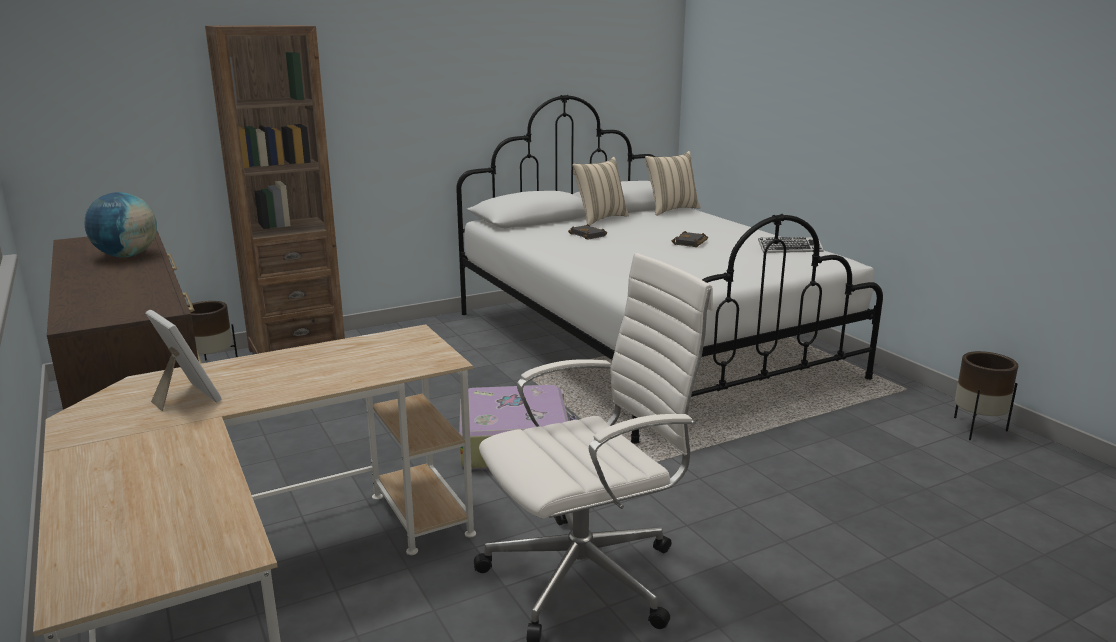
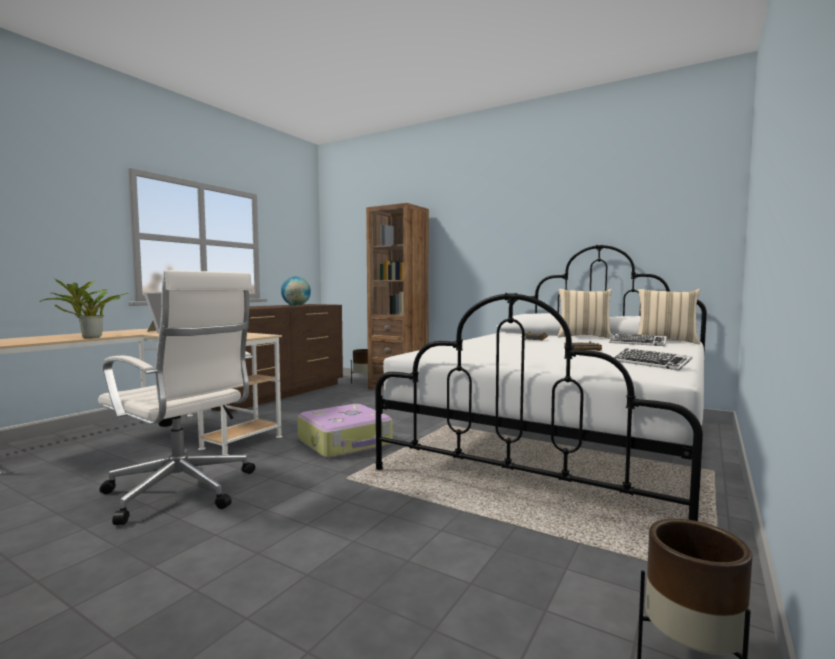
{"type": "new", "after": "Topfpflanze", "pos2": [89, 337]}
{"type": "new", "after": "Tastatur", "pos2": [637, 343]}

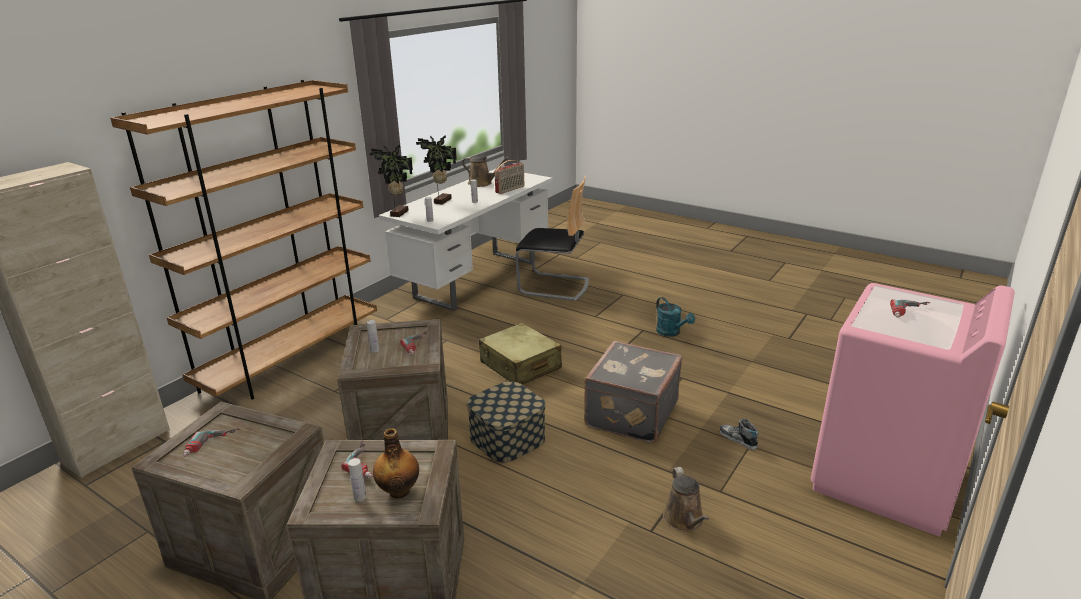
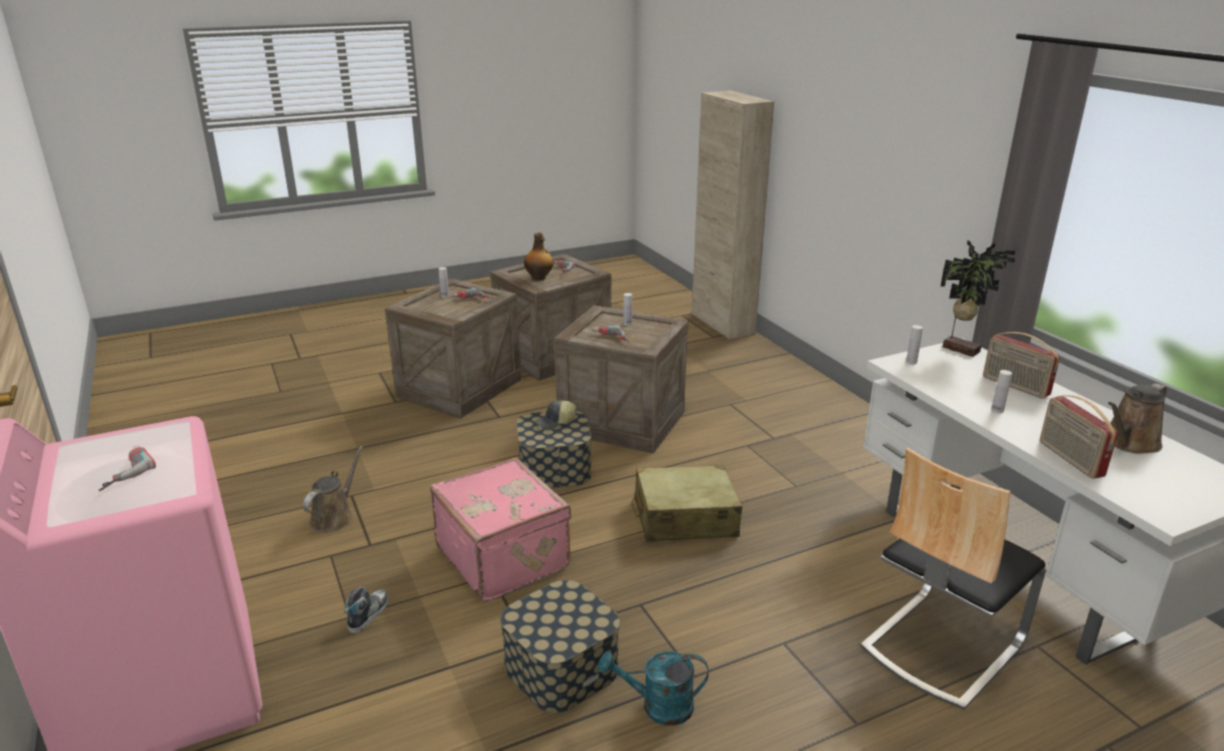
{"type": "gone", "before": "Bücherregal (braun)", "pos1": [292, 359]}
{"type": "new", "after": "Aufbewahrungsbox", "pos2": [561, 668]}
{"type": "new", "after": "Kappe", "pos2": [556, 422]}
{"type": "shifted", "before": "Flasche", "pos1": [399, 490], "pos2": [539, 278]}
{"type": "swapped", "before": "Topfpflanze", "after": "Radio", "pos1": [441, 201], "pos2": [1014, 386]}
{"type": "repainted", "before": "Koffer (grau)", "after": "Koffer (rosa)", "pos1": [629, 414], "pos2": [504, 556]}
{"type": "rotated", "before": "Gießkanne (braun)", "pos1": [684, 520], "pos2": [335, 517], "turn": 90}
{"type": "rotated", "before": "Schuh", "pos1": [738, 439], "pos2": [368, 614], "turn": -60}

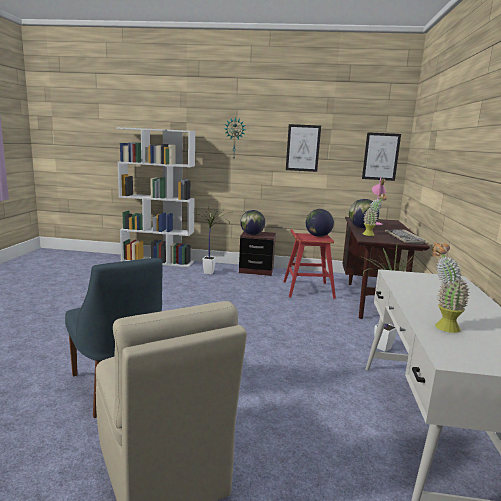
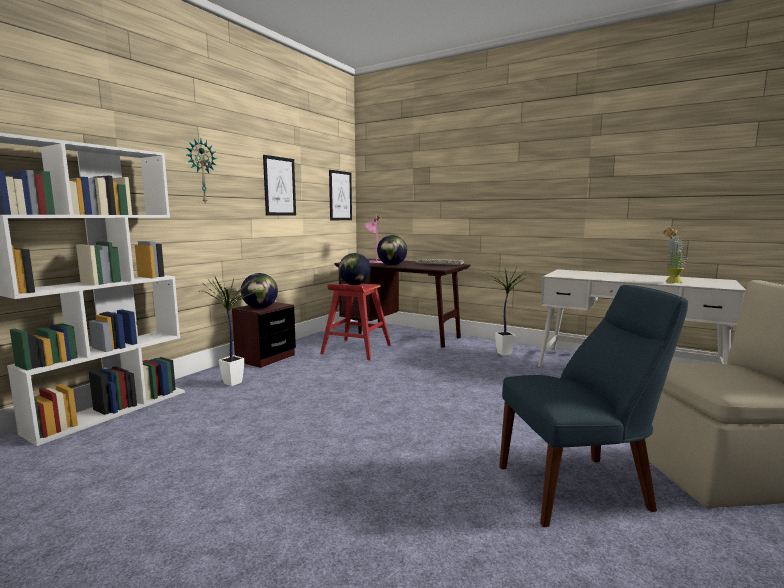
{"type": "gone", "before": "Topfpflanze", "pos1": [371, 234]}

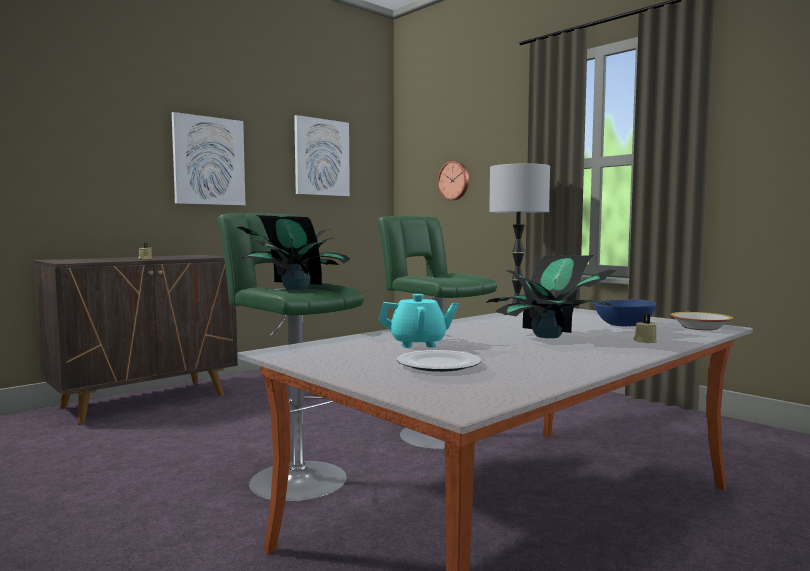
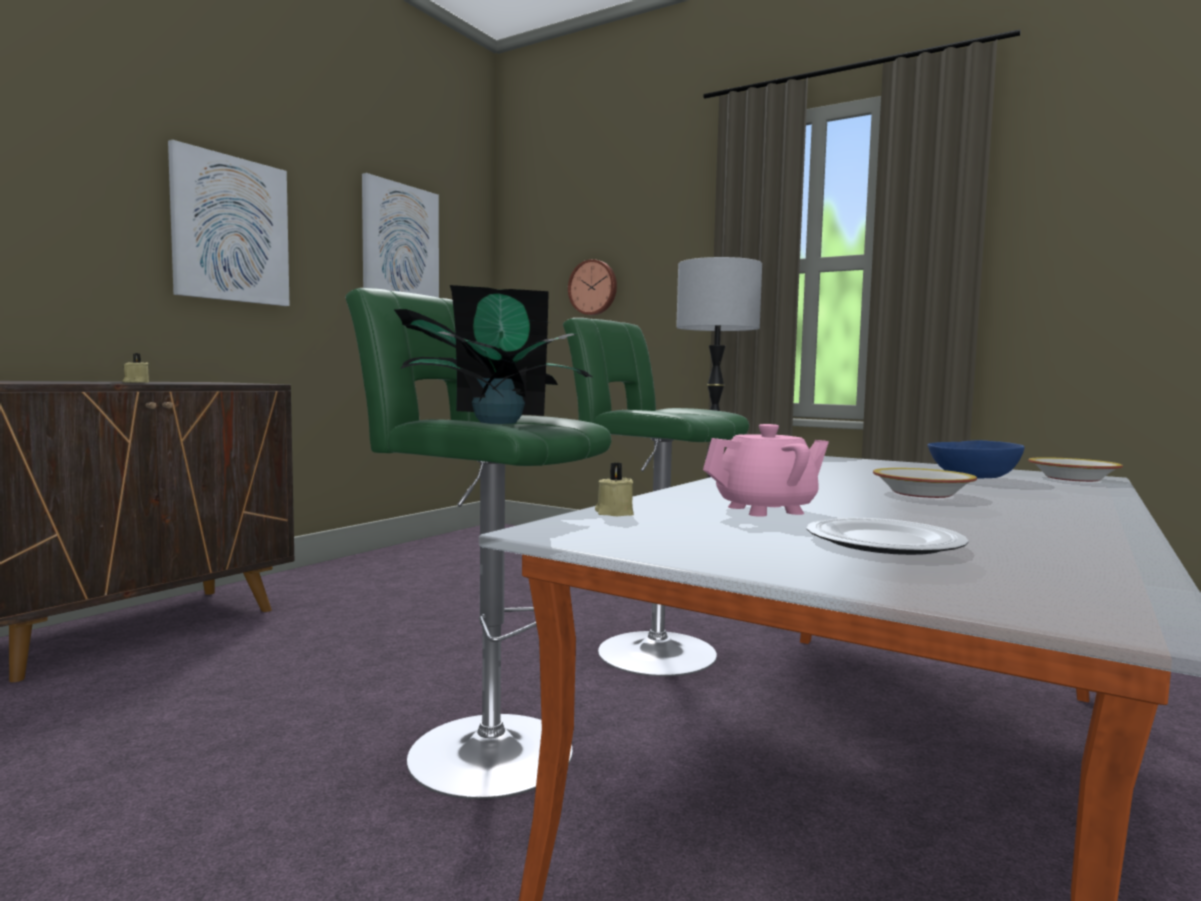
{"type": "shifted", "before": "Kerze (beige)", "pos1": [644, 341], "pos2": [613, 513]}
{"type": "swapped", "before": "Topfpflanze", "after": "Schüssel", "pos1": [549, 336], "pos2": [922, 493]}
{"type": "repainted", "before": "Teekanne (türkis)", "after": "Teekanne (rosa)", "pos1": [418, 344], "pos2": [766, 510]}

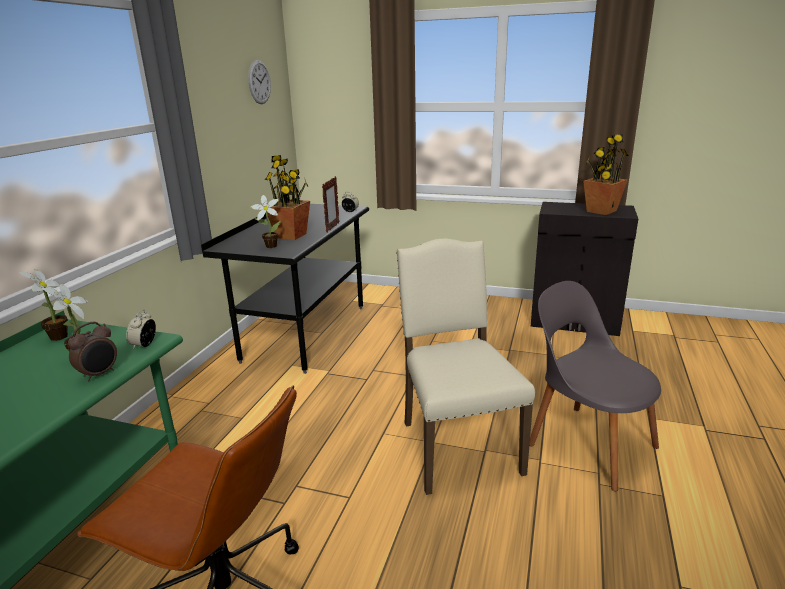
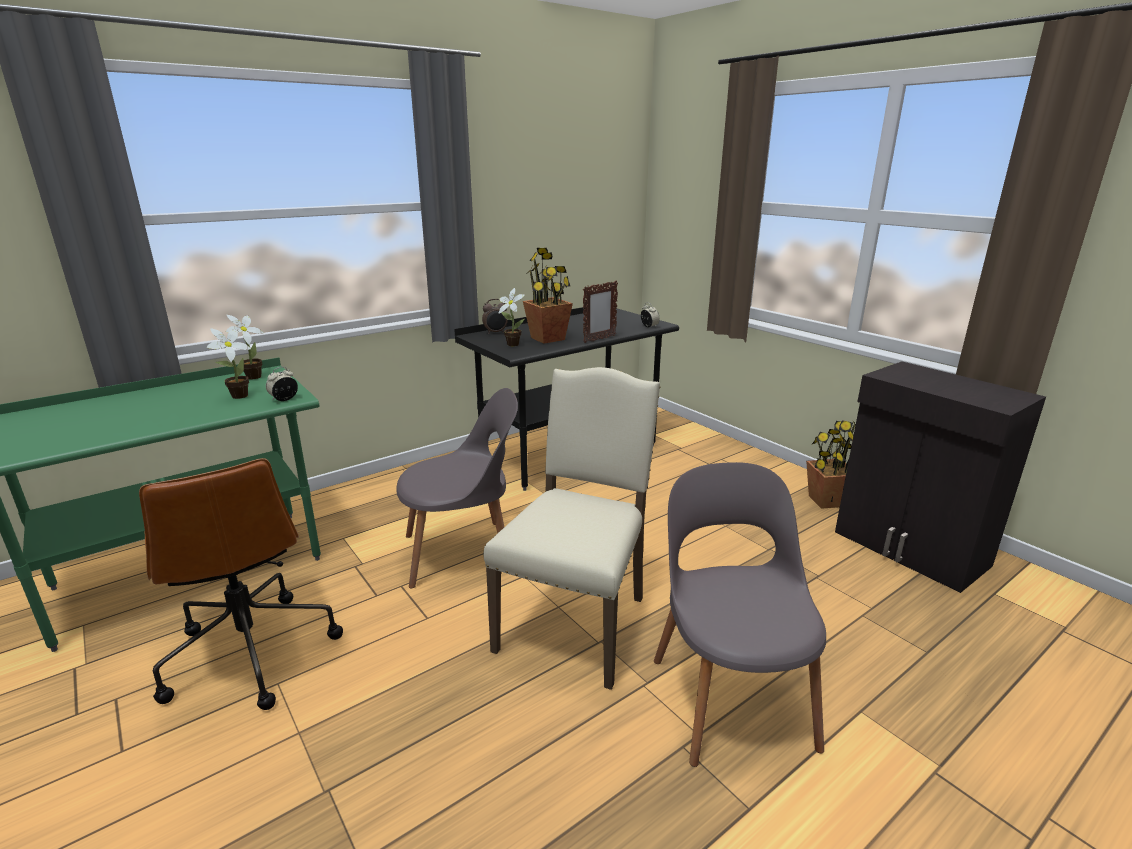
{"type": "gone", "before": "Wanduhr", "pos1": [259, 82]}
{"type": "new", "after": "Stuhl (grau)", "pos2": [463, 552]}
{"type": "shifted", "before": "Wecker", "pos1": [99, 374], "pos2": [495, 333]}
{"type": "shifted", "before": "Topfpflanze", "pos1": [601, 211], "pos2": [826, 501]}

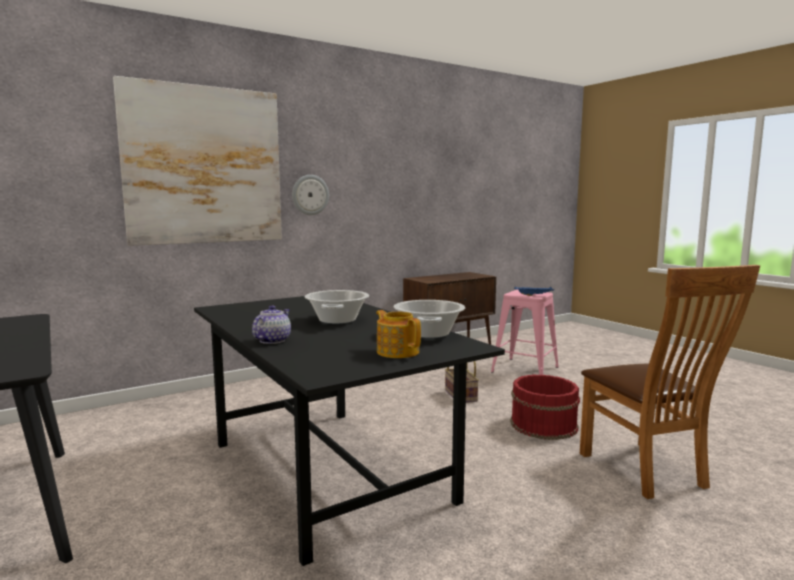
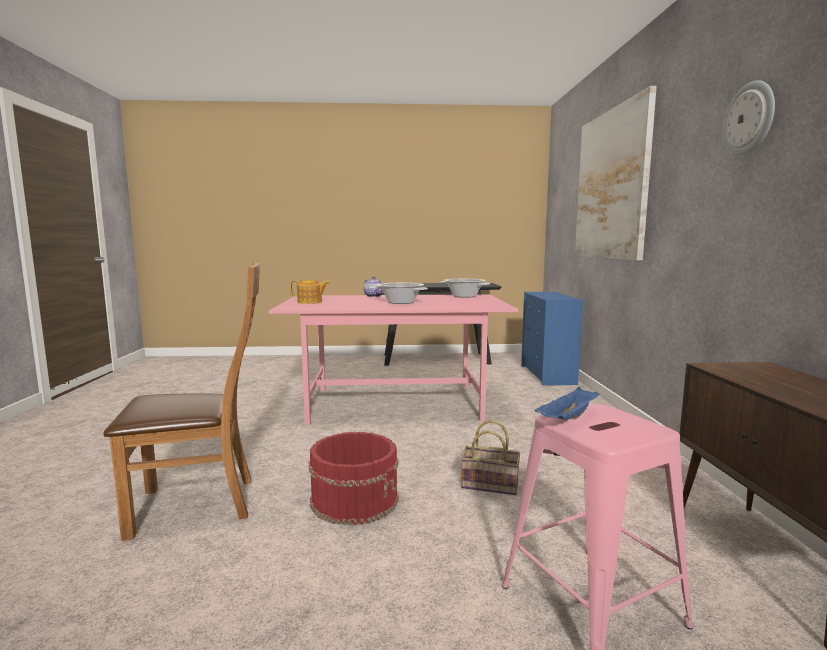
{"type": "new", "after": "Kommode (blau)", "pos2": [548, 375]}
{"type": "shifted", "before": "Wanduhr", "pos1": [310, 195], "pos2": [749, 118]}
{"type": "shifted", "before": "Kochtopf", "pos1": [428, 333], "pos2": [464, 296]}
{"type": "repainted", "before": "Esstisch (schwarz)", "after": "Esstisch (rosa)", "pos1": [330, 471], "pos2": [393, 403]}
{"type": "rotated", "before": "Stuhl (braun)", "pos1": [647, 472], "pos2": [203, 504], "turn": 150}

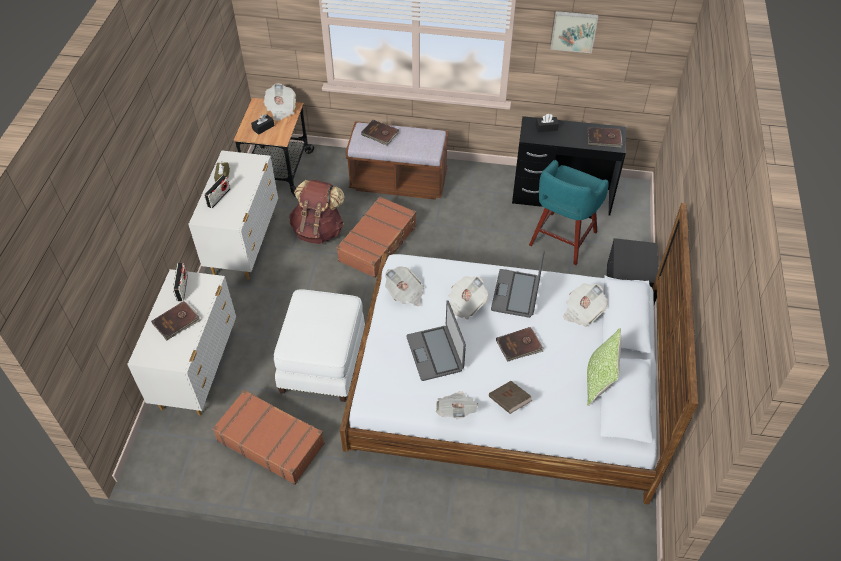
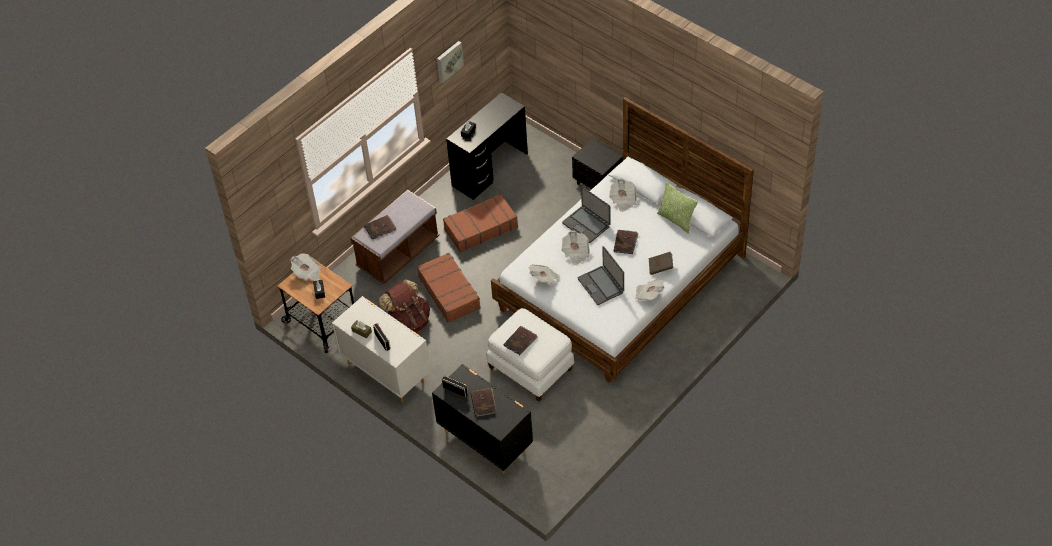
{"type": "gone", "before": "Hocker (türkis)", "pos1": [562, 240]}
{"type": "shifted", "before": "Koffer (braun)", "pos1": [271, 441], "pos2": [480, 228]}
{"type": "shifted", "before": "Buch (braun)", "pos1": [604, 139], "pos2": [520, 341]}
{"type": "repainted", "before": "Kommode (weiß)", "after": "Kommode (schwarz)", "pos1": [198, 370], "pos2": [485, 441]}
{"type": "rotated", "before": "Laptop", "pos1": [435, 353], "pos2": [601, 285], "turn": 45}

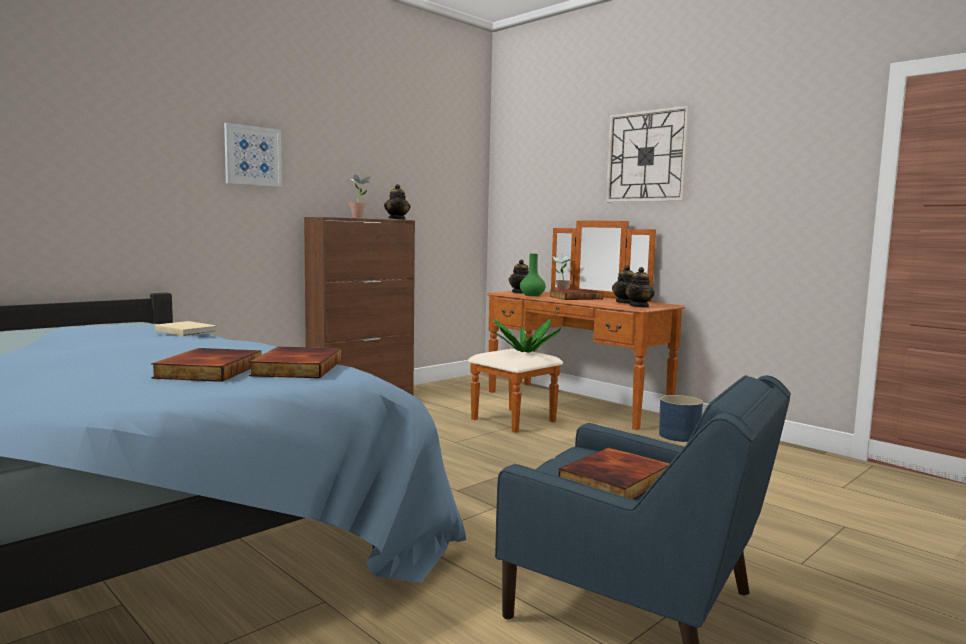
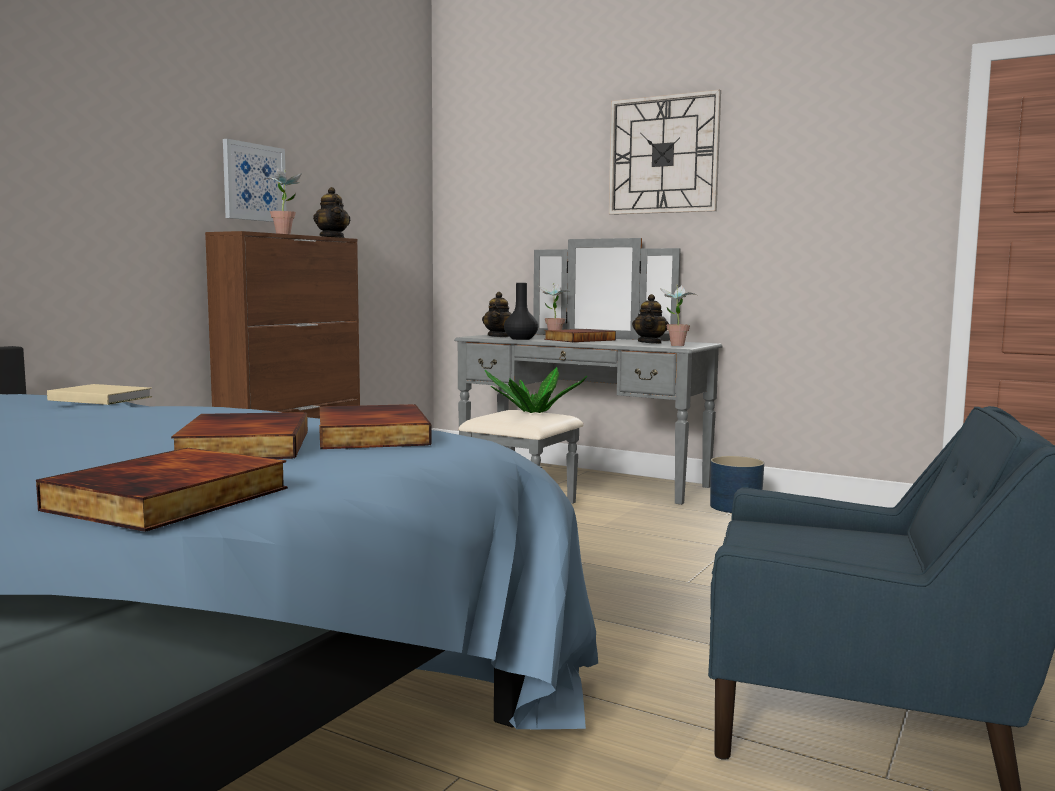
{"type": "shifted", "before": "Bild", "pos1": [252, 156], "pos2": [254, 182]}
{"type": "shifted", "before": "Buch", "pos1": [616, 481], "pos2": [171, 500]}
{"type": "swapped", "before": "Teekanne", "after": "Topfpflanze", "pos1": [639, 306], "pos2": [675, 346]}
{"type": "repainted", "before": "Kommode (braun)", "after": "Kommode (grau)", "pos1": [562, 407], "pos2": [570, 485]}
{"type": "repainted", "before": "Vase (grün)", "after": "Vase (schwarz)", "pos1": [532, 295], "pos2": [520, 339]}

